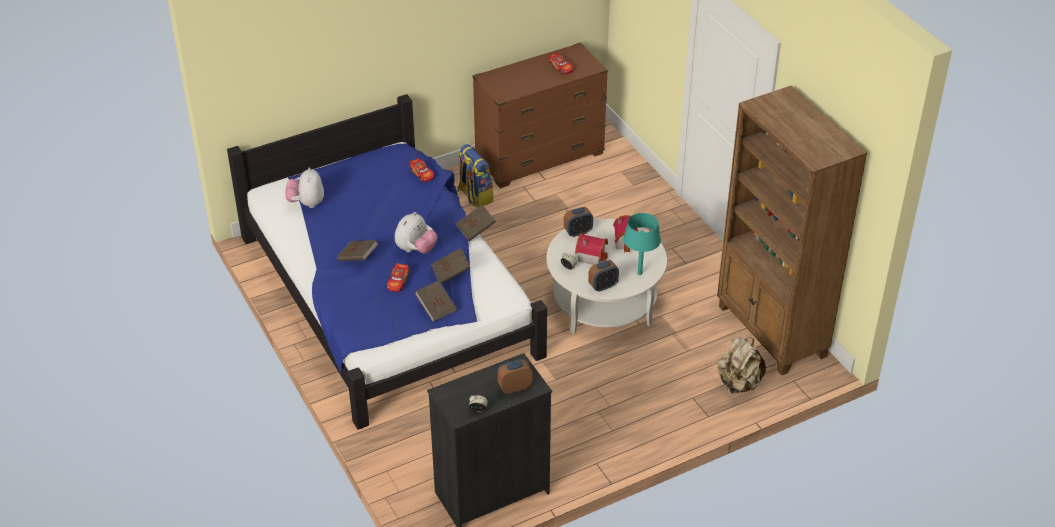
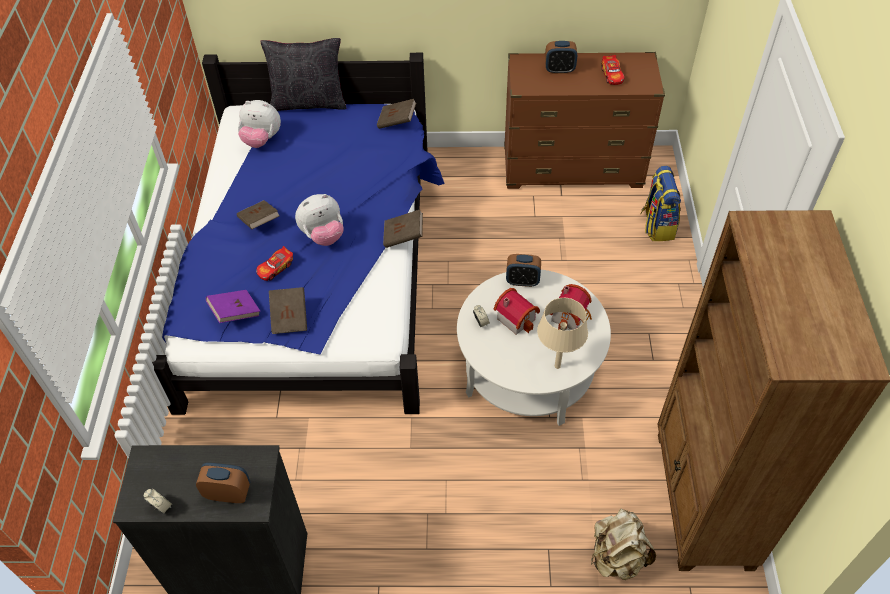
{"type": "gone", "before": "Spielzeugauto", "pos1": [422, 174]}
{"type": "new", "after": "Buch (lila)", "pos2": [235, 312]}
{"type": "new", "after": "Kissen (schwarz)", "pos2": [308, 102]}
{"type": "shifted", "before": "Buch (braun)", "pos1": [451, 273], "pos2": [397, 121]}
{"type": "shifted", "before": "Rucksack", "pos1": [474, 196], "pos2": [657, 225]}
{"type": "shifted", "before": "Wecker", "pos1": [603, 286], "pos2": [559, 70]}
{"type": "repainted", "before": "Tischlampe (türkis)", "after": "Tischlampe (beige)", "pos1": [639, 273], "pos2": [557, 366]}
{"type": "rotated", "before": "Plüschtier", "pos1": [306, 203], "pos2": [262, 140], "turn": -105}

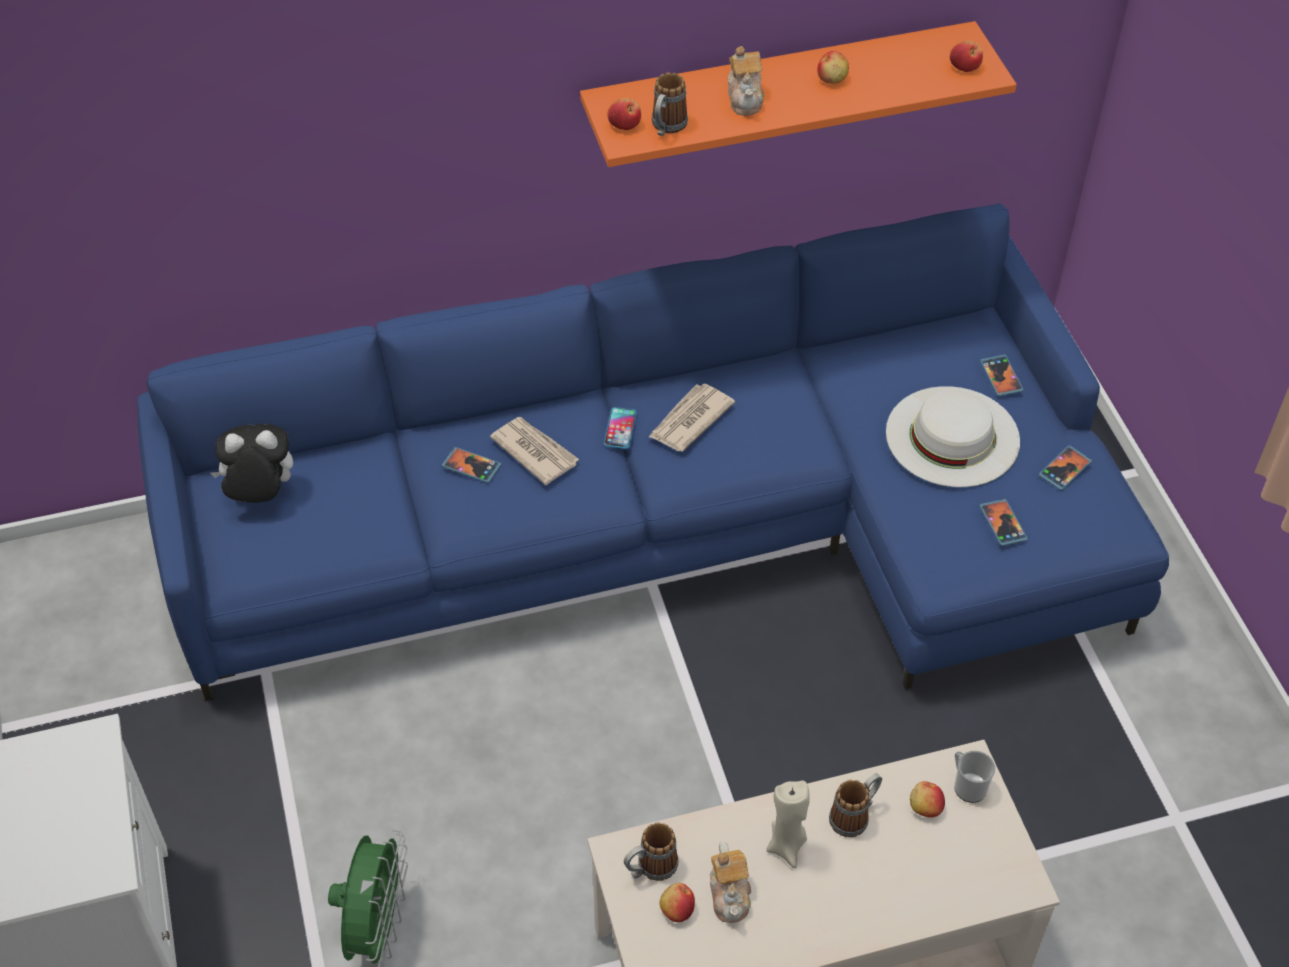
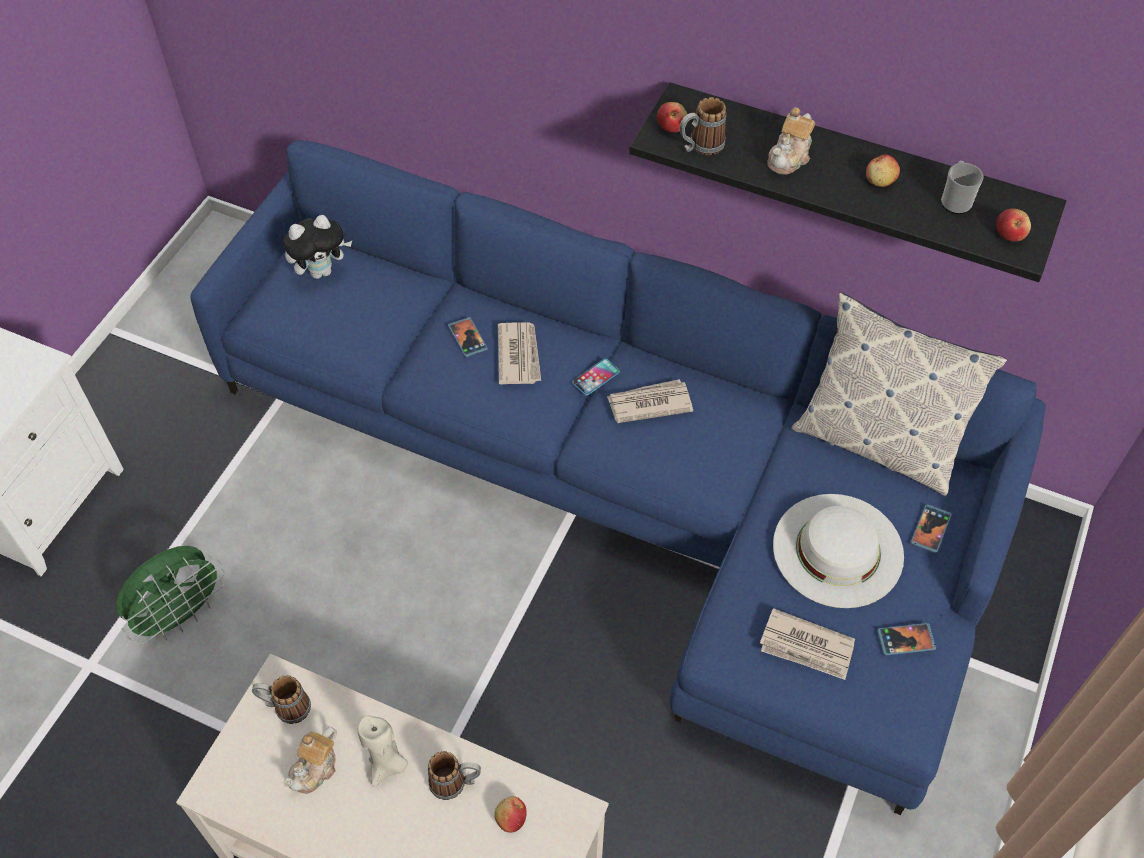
{"type": "gone", "before": "Apfel", "pos1": [677, 909]}
{"type": "new", "after": "Kissen", "pos2": [877, 442]}
{"type": "shifted", "before": "Henkelbecher", "pos1": [967, 785], "pos2": [955, 200]}
{"type": "swapped", "before": "Handy", "after": "Zeitung", "pos1": [1003, 524], "pos2": [807, 647]}
{"type": "repainted", "before": "Wandregal (orange)", "after": "Wandregal (schwarz)", "pos1": [779, 90], "pos2": [852, 170]}
{"type": "rotated", "before": "Plüschtier", "pos1": [260, 495], "pos2": [321, 271], "turn": 120}

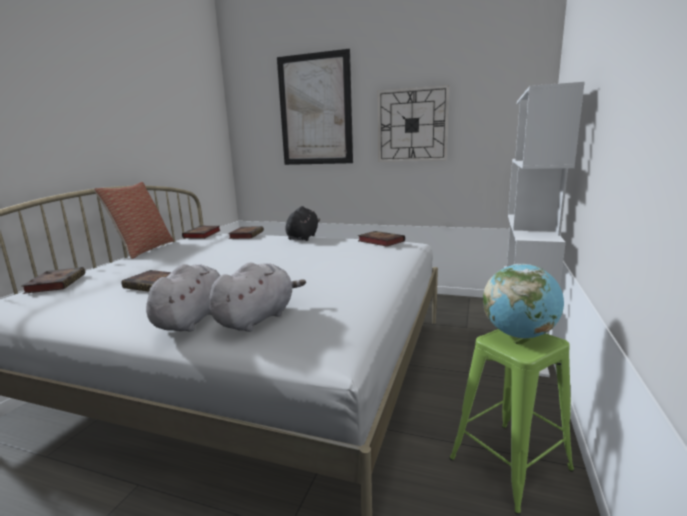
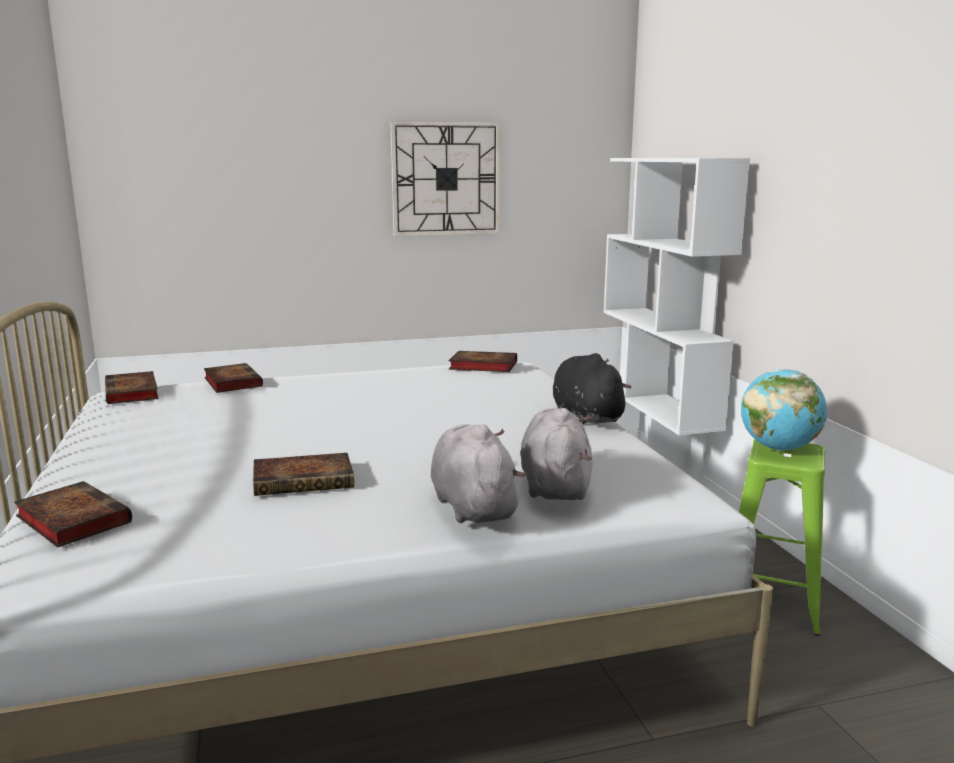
{"type": "gone", "before": "Kissen", "pos1": [143, 249]}
{"type": "gone", "before": "Bild", "pos1": [315, 110]}
{"type": "shifted", "before": "Plüschtier (schwarz)", "pos1": [303, 237], "pos2": [585, 415]}

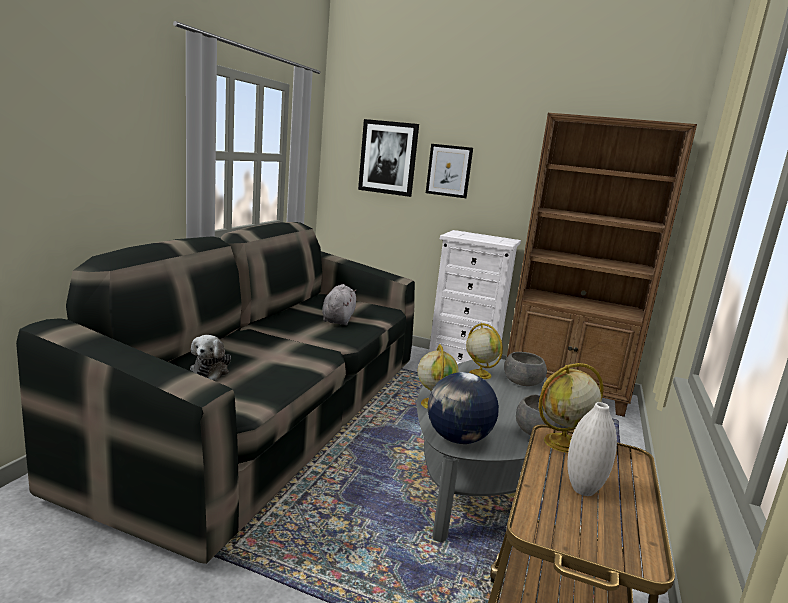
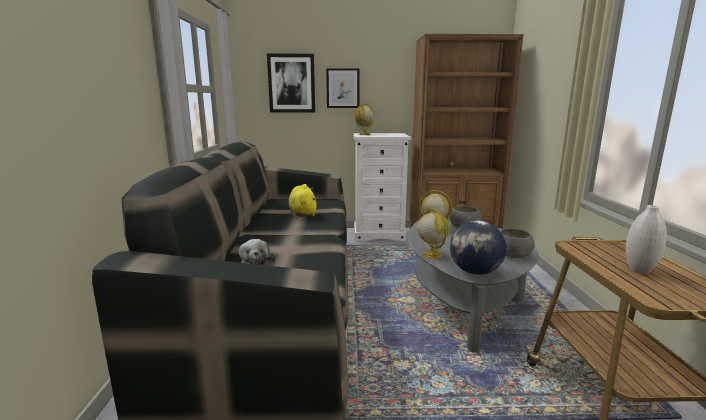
{"type": "shifted", "before": "Globus", "pos1": [561, 443], "pos2": [364, 134]}
{"type": "repainted", "before": "Plüschtier (grau)", "after": "Plüschtier (gelb)", "pos1": [338, 319], "pos2": [302, 213]}

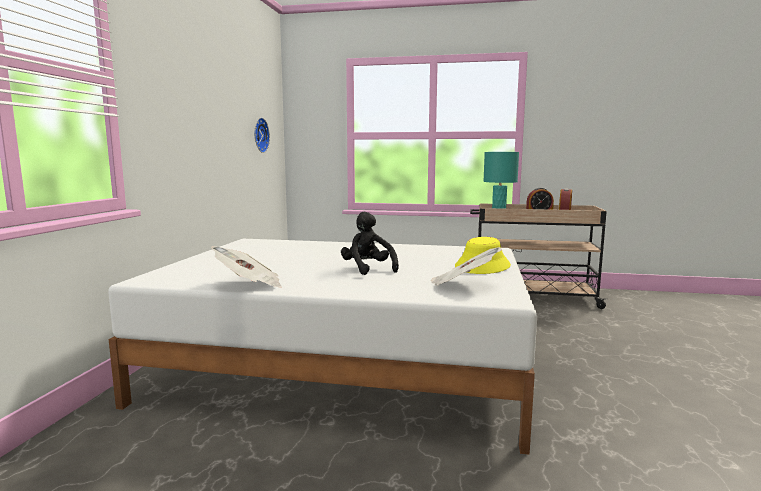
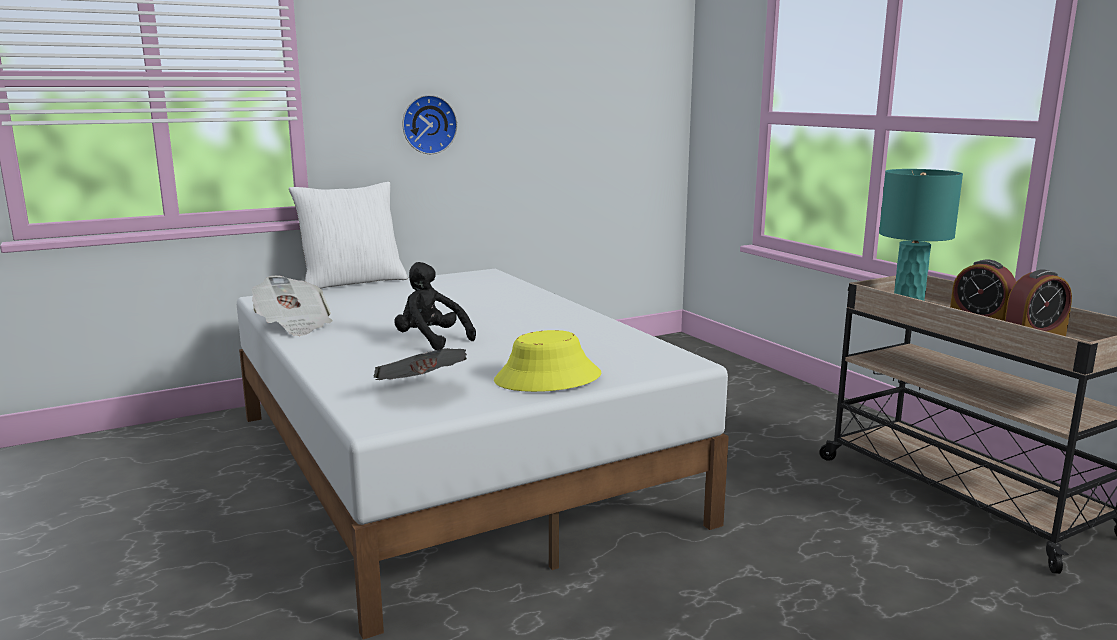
{"type": "new", "after": "Kissen (weiß)", "pos2": [352, 282]}
{"type": "shifted", "before": "Wanduhr", "pos1": [259, 135], "pos2": [428, 124]}
{"type": "rotated", "before": "Plüschtier (schwarz)", "pos1": [368, 269], "pos2": [431, 341], "turn": -75}

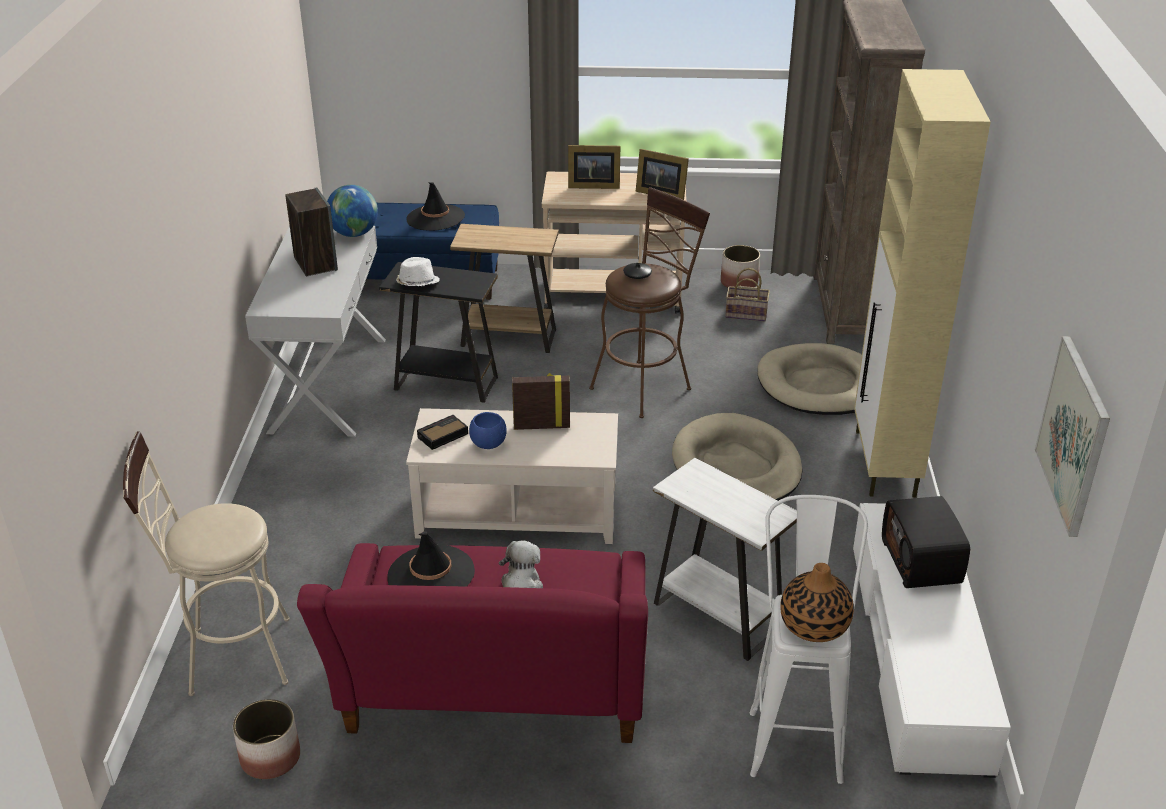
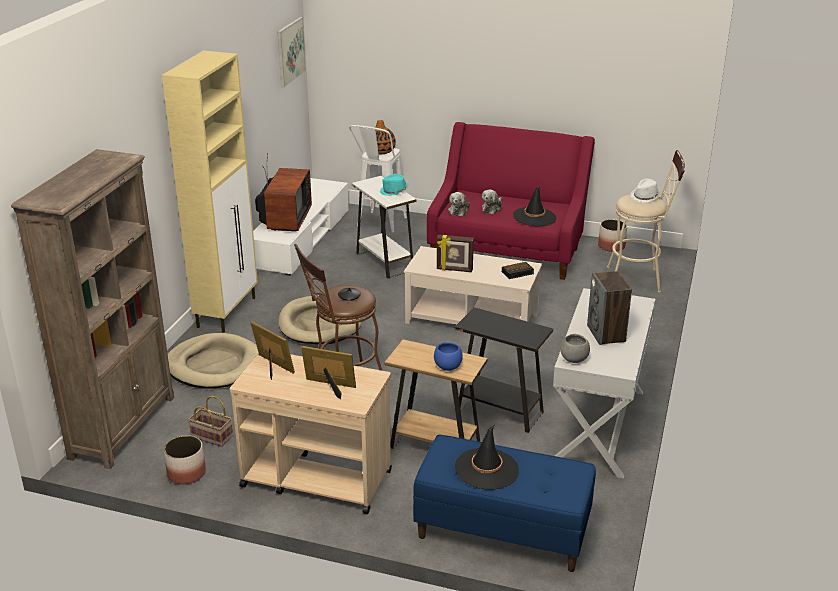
{"type": "new", "after": "Hut (türkis)", "pos2": [394, 191]}
{"type": "new", "after": "Plüschtier", "pos2": [459, 210]}
{"type": "shifted", "before": "Hut (weiß)", "pos1": [417, 283], "pos2": [645, 197]}
{"type": "shifted", "before": "Schüssel (blau)", "pos1": [488, 443], "pos2": [448, 367]}
{"type": "swapped", "before": "Globus", "after": "Schüssel (grau)", "pos1": [354, 234], "pos2": [573, 359]}
{"type": "swapped", "before": "Radio", "after": "Fernseher", "pos1": [922, 562], "pos2": [285, 220]}

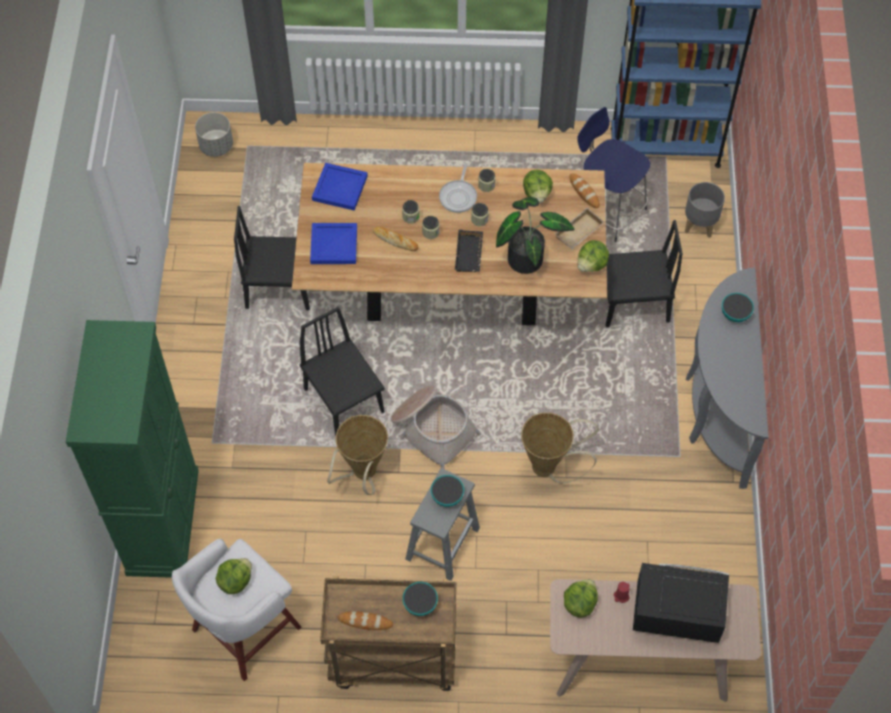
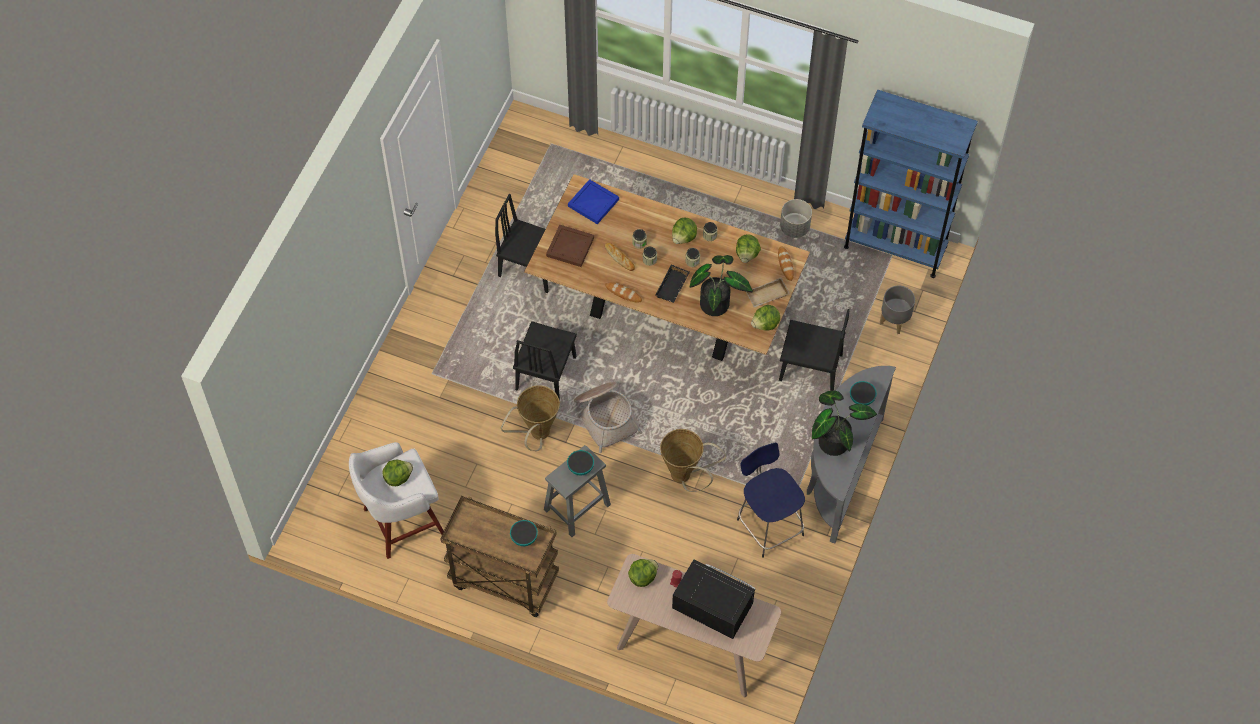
{"type": "gone", "before": "Schrank (grün)", "pos1": [163, 521]}
{"type": "new", "after": "Topfpflanze", "pos2": [834, 439]}
{"type": "shifted", "before": "Pflanzkübel (grau)", "pos1": [216, 146], "pos2": [794, 227]}
{"type": "shifted", "before": "Brot", "pos1": [365, 622], "pos2": [623, 293]}
{"type": "shifted", "before": "Hocker (blau)", "pos1": [608, 210], "pos2": [768, 525]}
{"type": "swapped", "before": "Pfanne", "after": "Salatkopf", "pos1": [458, 196], "pos2": [684, 237]}
{"type": "repainted", "before": "Tablett (blau)", "after": "Tablett (braun)", "pos1": [333, 244], "pos2": [570, 246]}
{"type": "rotated", "before": "Stuhl (schwarz)", "pos1": [344, 400], "pos2": [546, 373], "turn": -150}

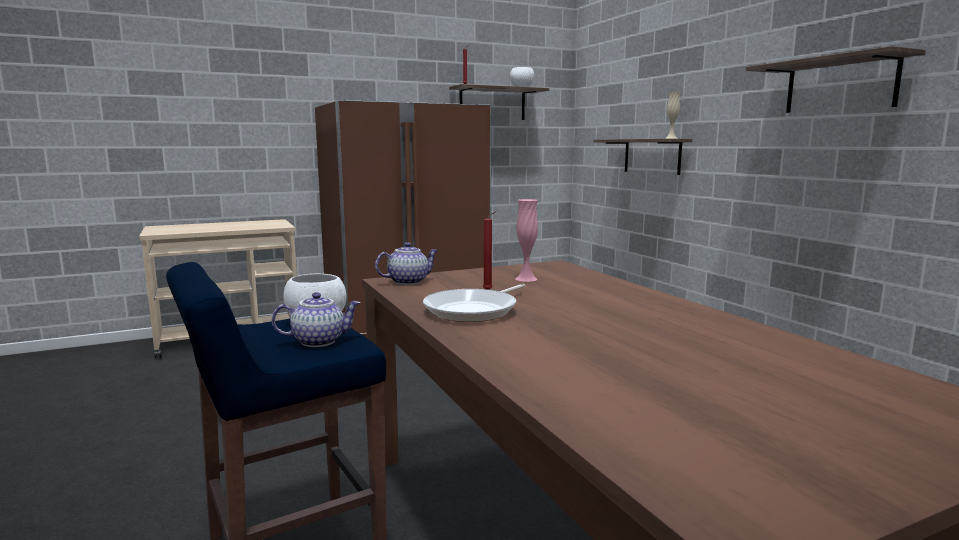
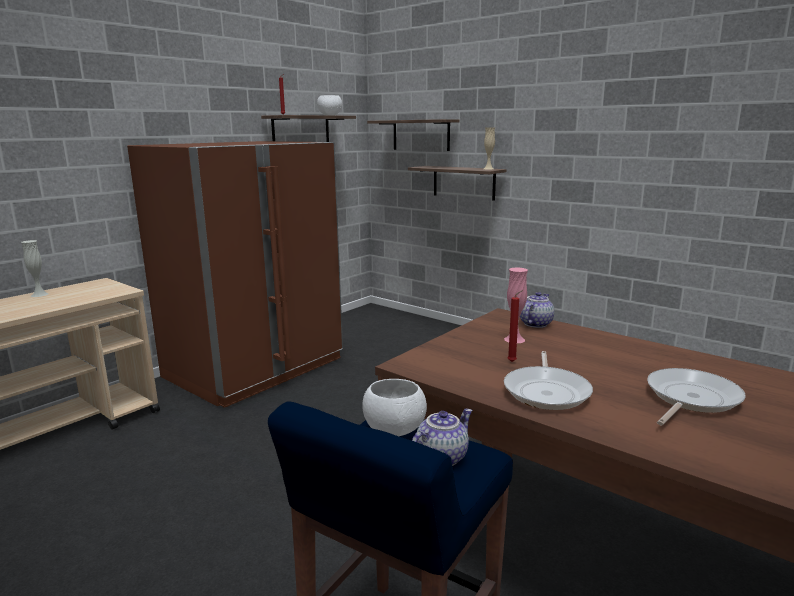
{"type": "new", "after": "Vase (weiß)", "pos2": [39, 294]}
{"type": "new", "after": "Pfanne", "pos2": [690, 398]}
{"type": "shifted", "before": "Teekanne", "pos1": [408, 281], "pos2": [535, 324]}
{"type": "shifted", "before": "Wandregal", "pos1": [840, 85], "pos2": [421, 135]}

